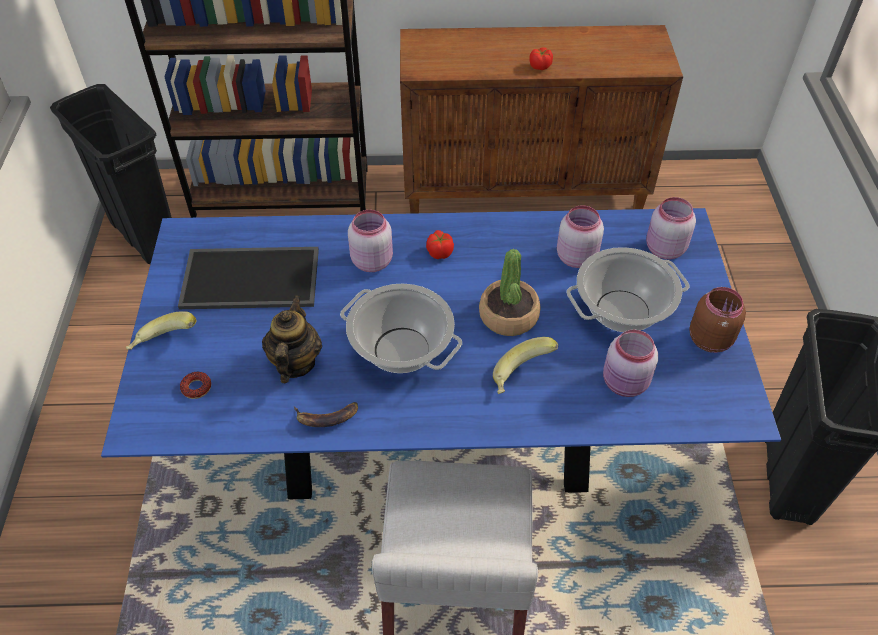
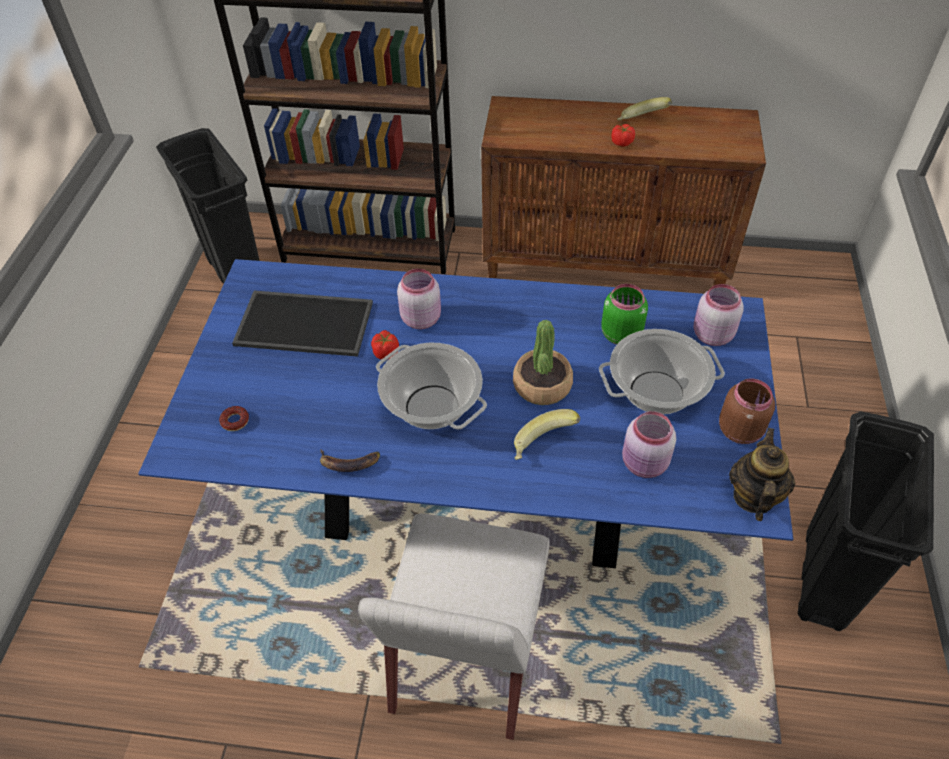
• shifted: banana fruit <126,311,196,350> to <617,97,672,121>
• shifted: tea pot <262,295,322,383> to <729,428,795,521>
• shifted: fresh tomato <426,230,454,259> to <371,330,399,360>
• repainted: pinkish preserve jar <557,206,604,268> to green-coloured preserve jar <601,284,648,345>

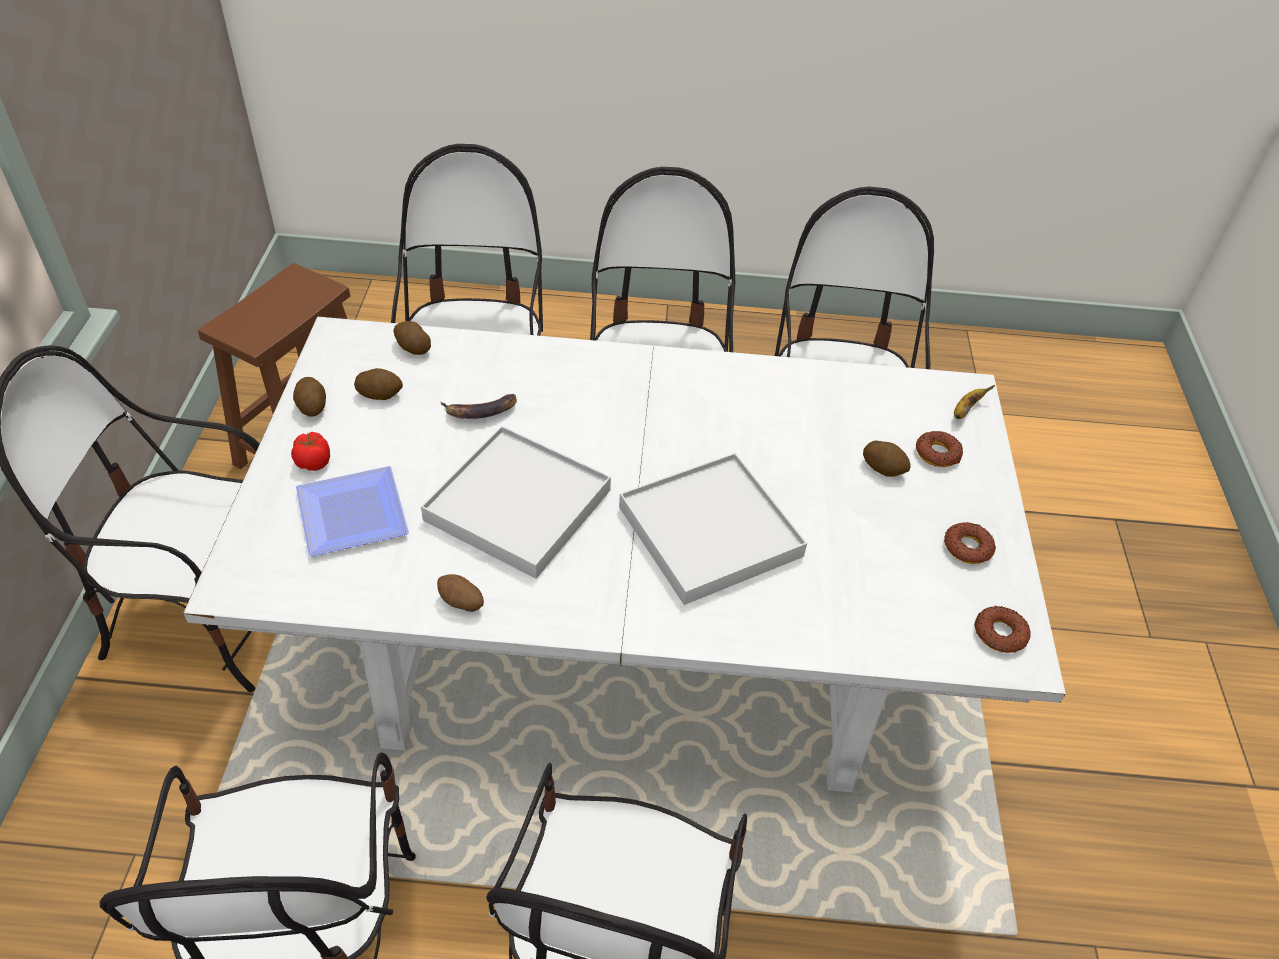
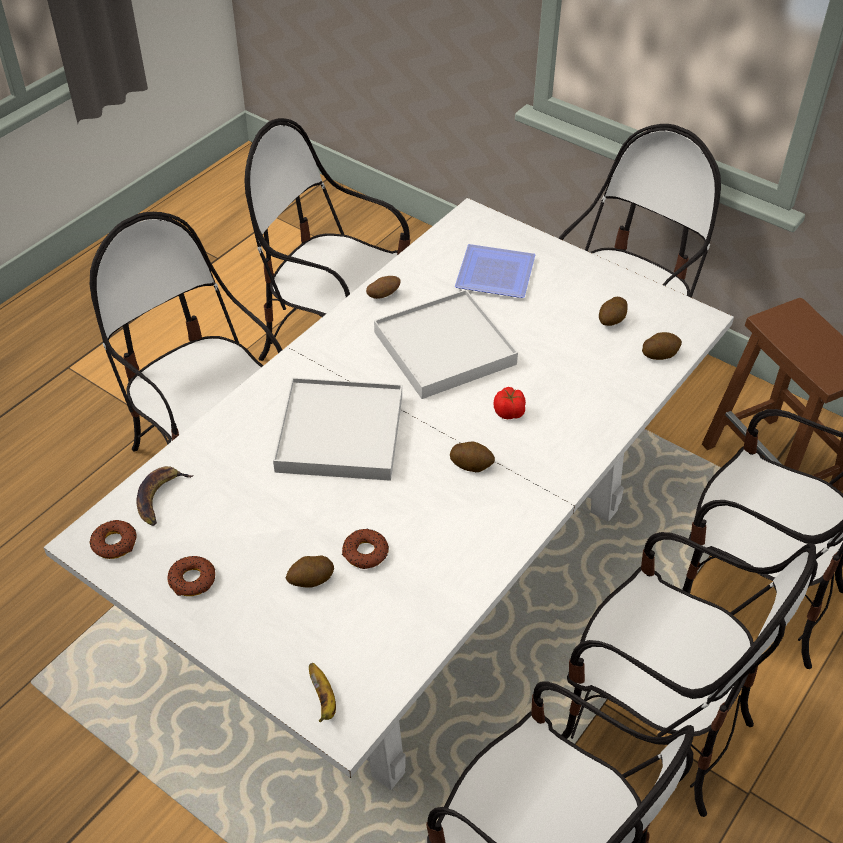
• shifted: fresh tomato <291,432,330,471> to <494,387,526,419>
• shifted: potato <293,377,326,417> to <450,442,495,472>
• shifted: banana fruit <441,394,517,419> to <136,466,194,526>
• shifted: donut <916,431,963,467> to <342,528,389,569>

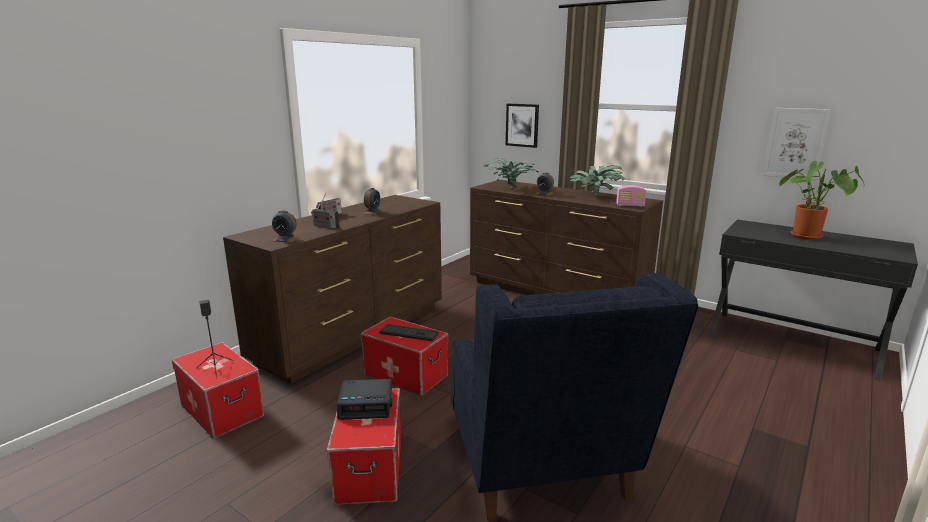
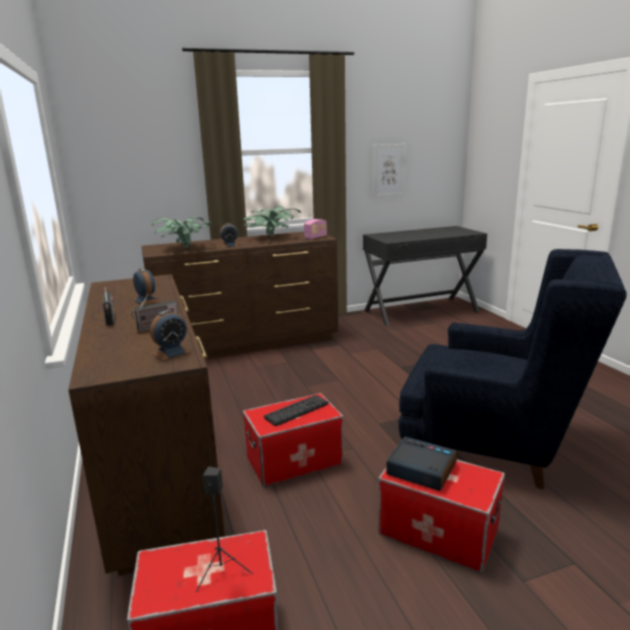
• gone: wall picture <506,104,539,148>
• gone: houseplant <779,161,864,240>
• rotated: table clock <337,379,392,420> = <386,437,456,491> 90 degrees counterclockwise

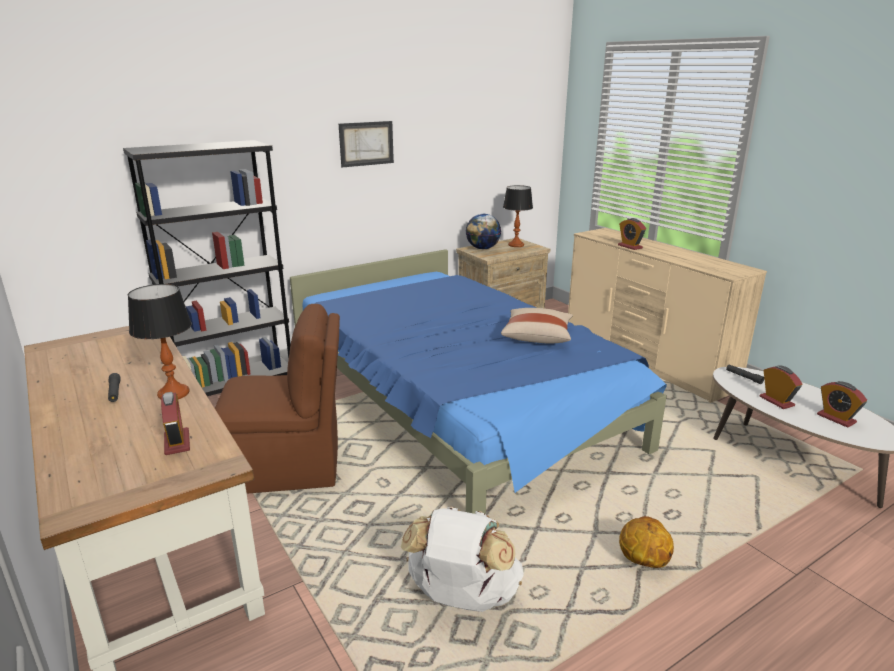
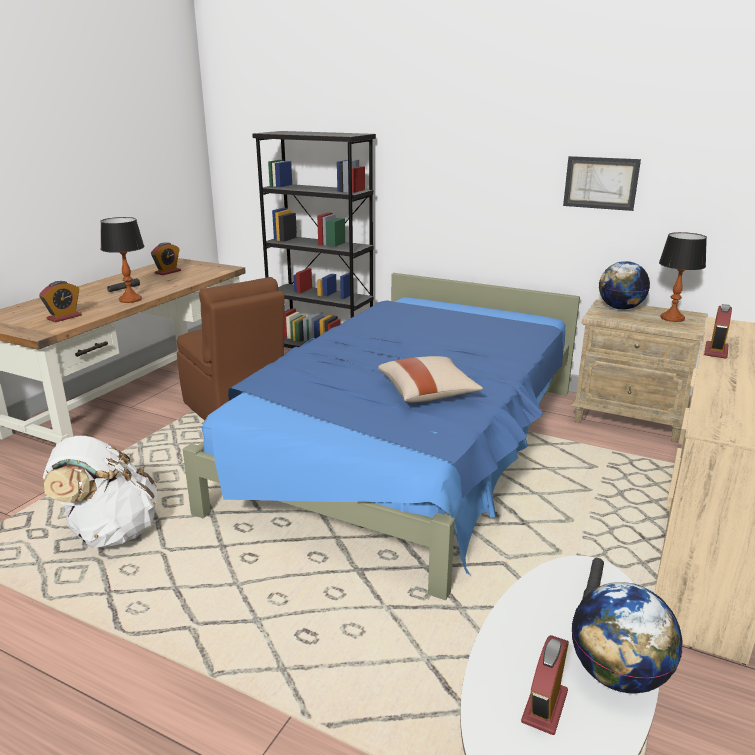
• gone: basketball ball <619,516,674,568>
• new: globe <572,582,683,693>
• shifted: wall picture <339,121,394,167> to <563,156,641,211>
• shifted: table clock <760,365,802,409> to <151,242,181,275>

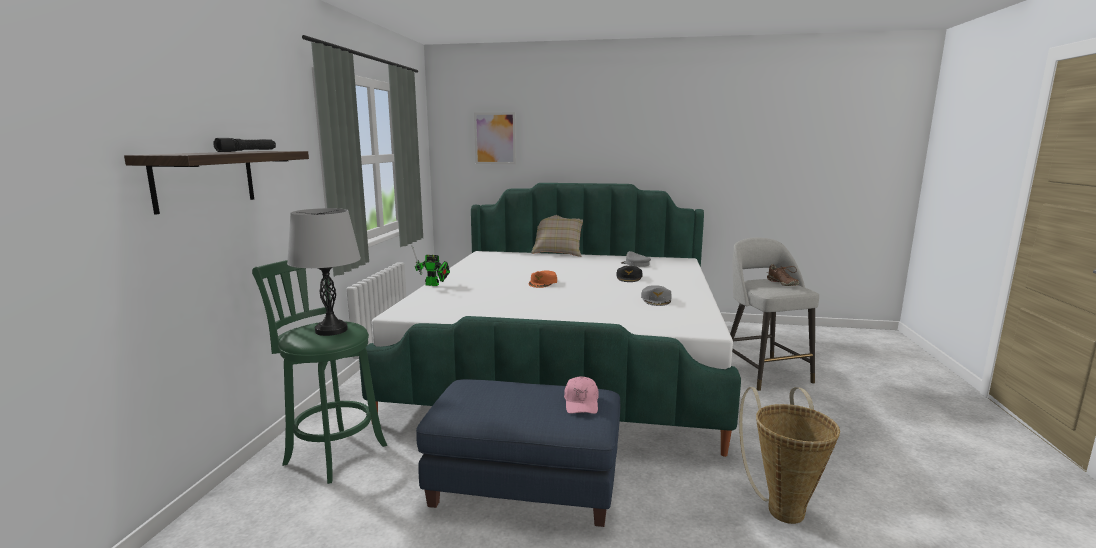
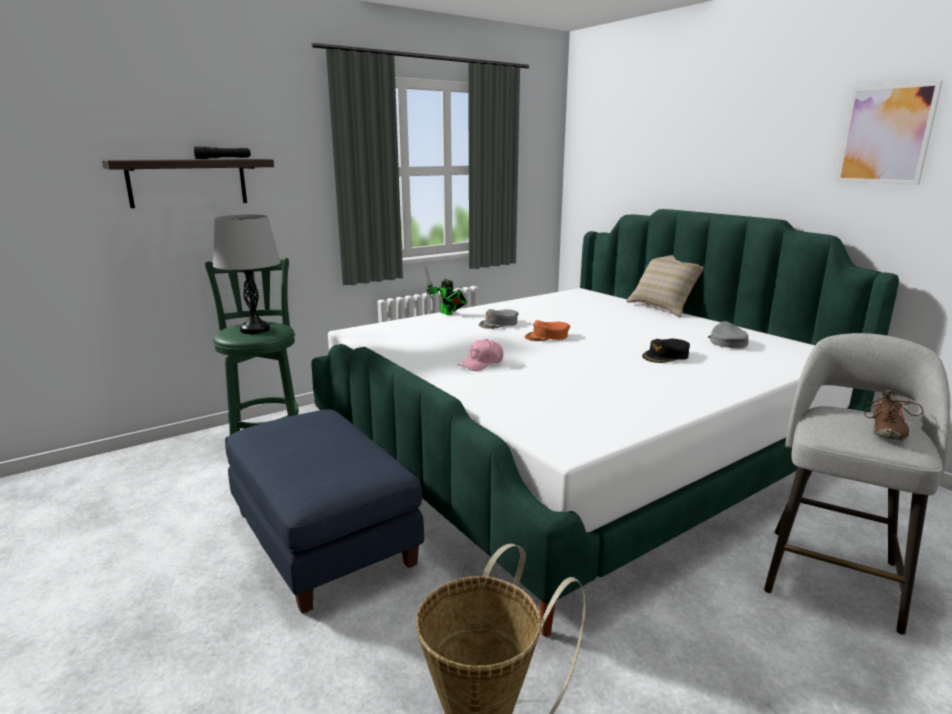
• shifted: wall picture <474,112,516,164> to <836,81,943,185>
• shifted: pinkish peaked cap <564,376,599,414> to <458,339,503,371>
• shifted: gray peaked cap <641,285,672,306> to <479,309,518,329>

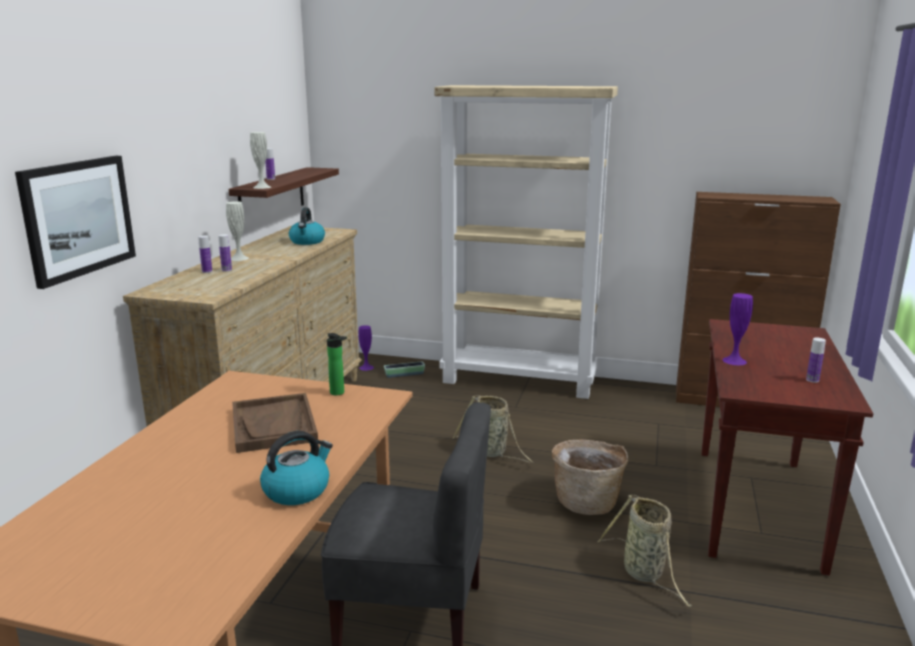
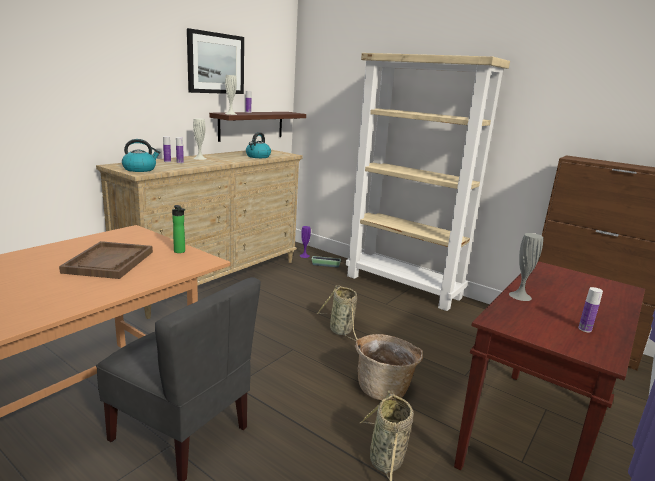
• shifted: wall picture <15,156,136,289> to <187,28,244,94>
• shifted: tea kettle <260,431,333,505> to <122,139,161,172>
• repainted: purplish decorative vase <723,293,753,365> to gray decorative vase <509,233,543,301>

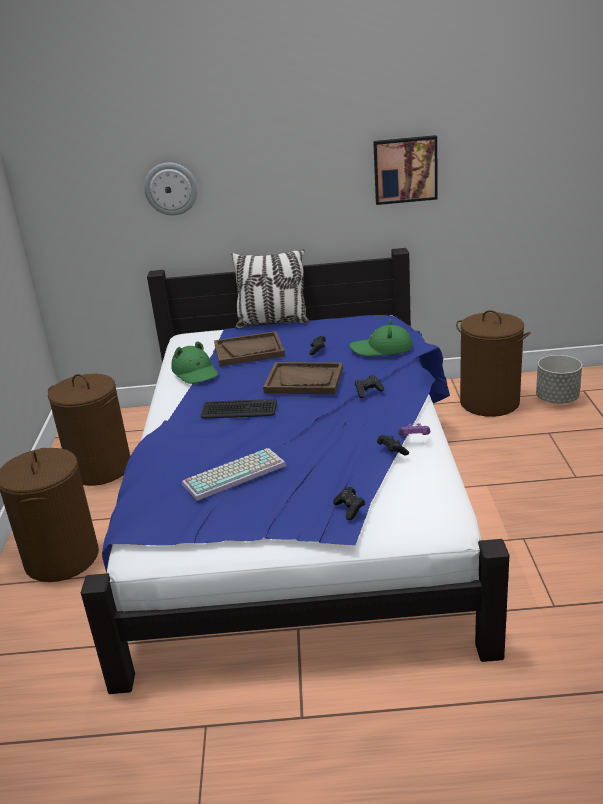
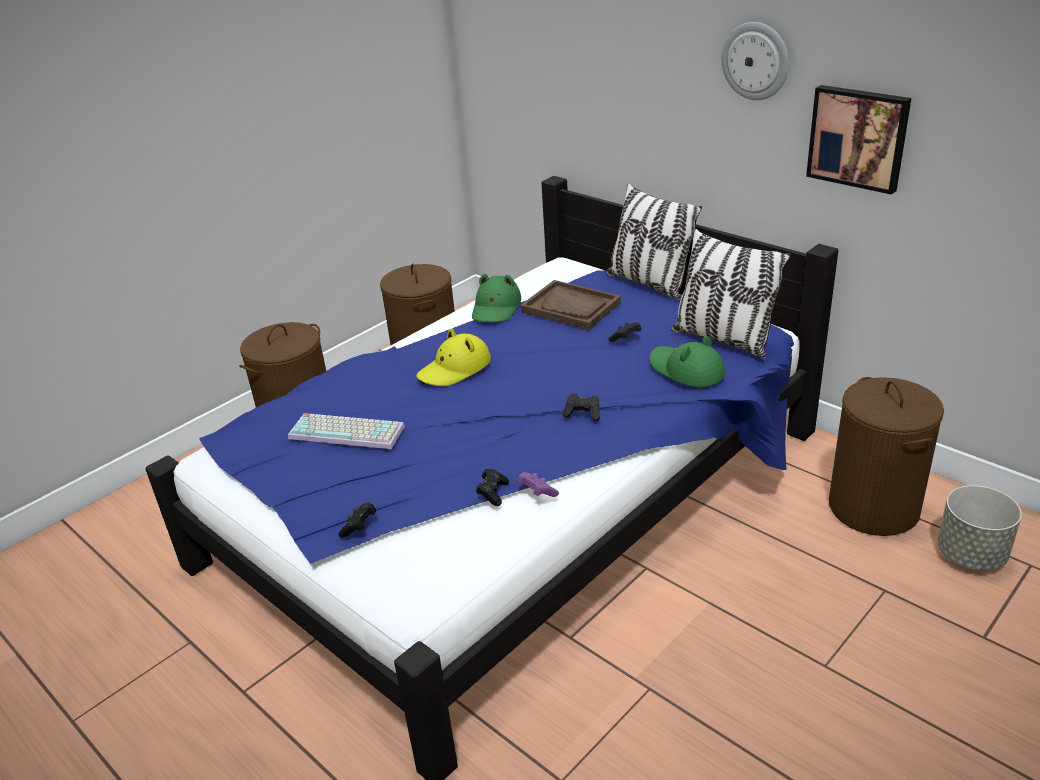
• gone: brown-coloured serving tray <263,362,343,394>
• new: throw pillow <671,229,791,358>
• shifted: clock on the wall <144,163,198,216> to <722,22,789,100>
• swapped: keyboard <201,399,277,419> to yellow wearable hat <417,328,491,386>

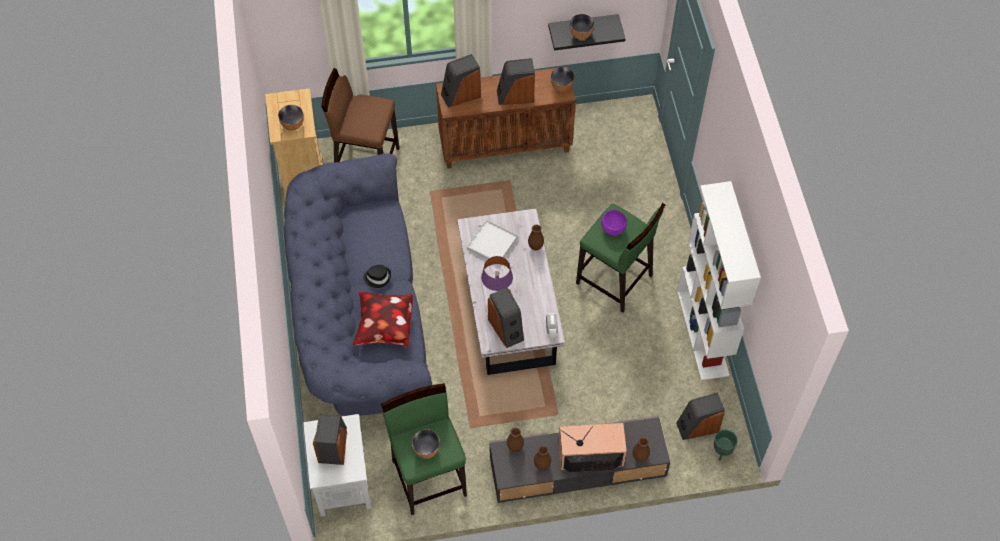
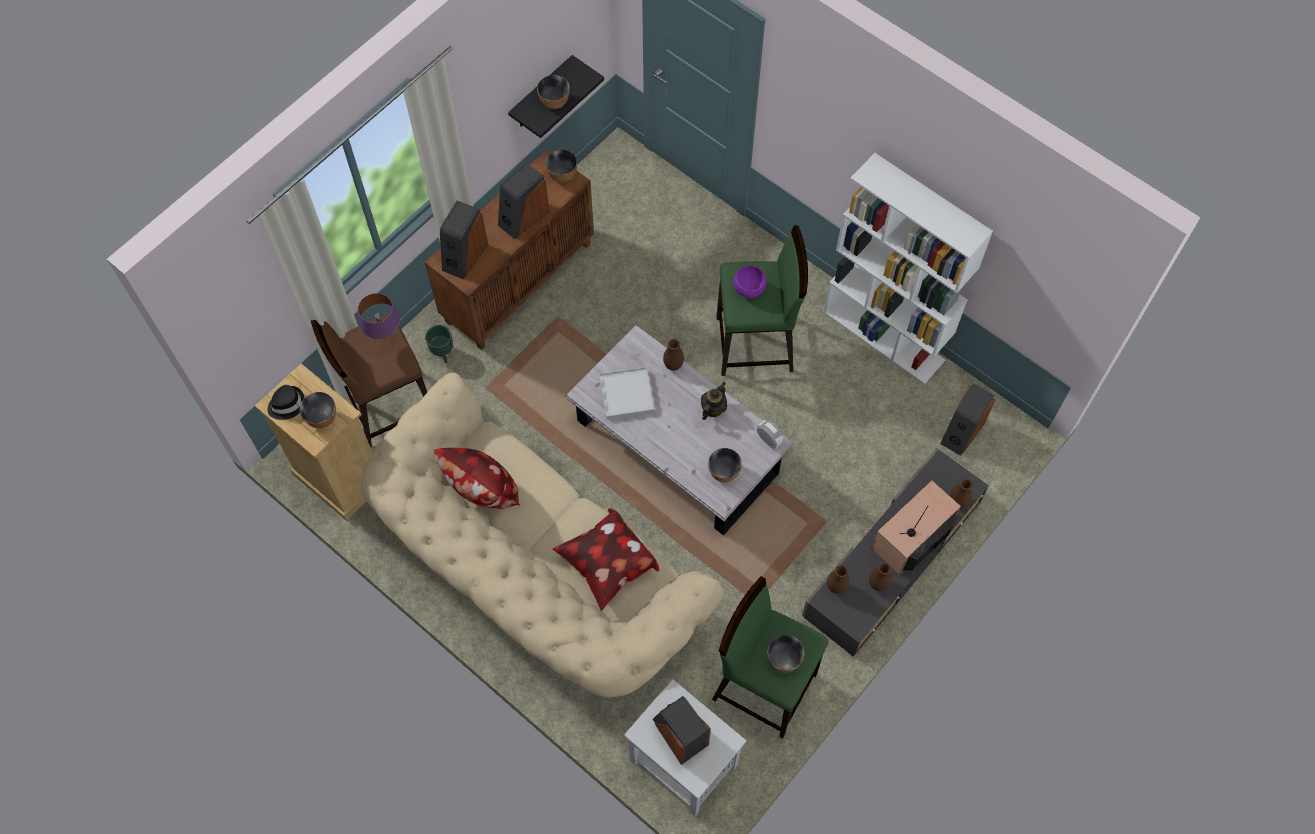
• new: throw pillow <434,448,519,509>
• new: tea pot <701,381,727,420>
• shifted: blackish wearable hat <363,265,391,288> to <268,385,304,420>
• shifted: purplish lamp for a table <481,256,513,291> to <358,293,400,339>
• shifted: green-coloured flower pot <714,430,737,461> to <425,325,453,363>
• swapped: loudspeaker <488,287,524,348> to deep dish <708,448,742,483>
• repainted: bluish sofa <284,153,432,416> to sand-coloured sofa <361,373,724,698>

